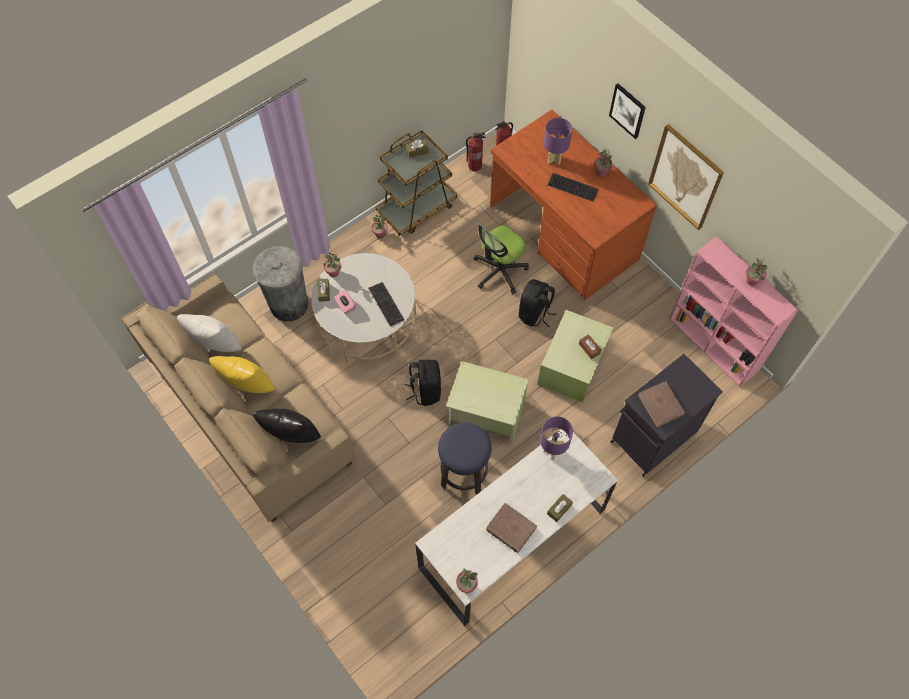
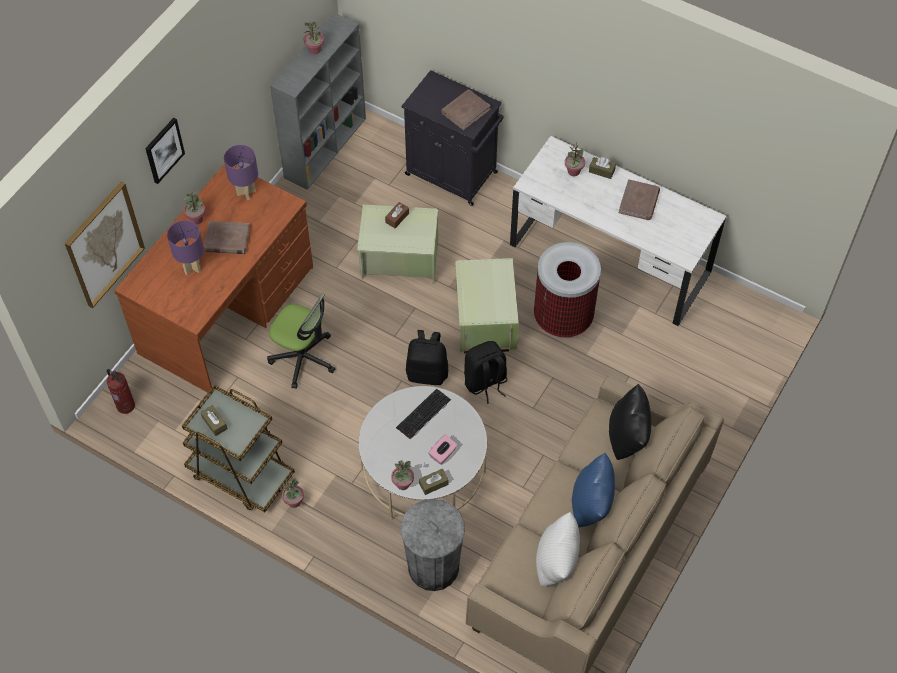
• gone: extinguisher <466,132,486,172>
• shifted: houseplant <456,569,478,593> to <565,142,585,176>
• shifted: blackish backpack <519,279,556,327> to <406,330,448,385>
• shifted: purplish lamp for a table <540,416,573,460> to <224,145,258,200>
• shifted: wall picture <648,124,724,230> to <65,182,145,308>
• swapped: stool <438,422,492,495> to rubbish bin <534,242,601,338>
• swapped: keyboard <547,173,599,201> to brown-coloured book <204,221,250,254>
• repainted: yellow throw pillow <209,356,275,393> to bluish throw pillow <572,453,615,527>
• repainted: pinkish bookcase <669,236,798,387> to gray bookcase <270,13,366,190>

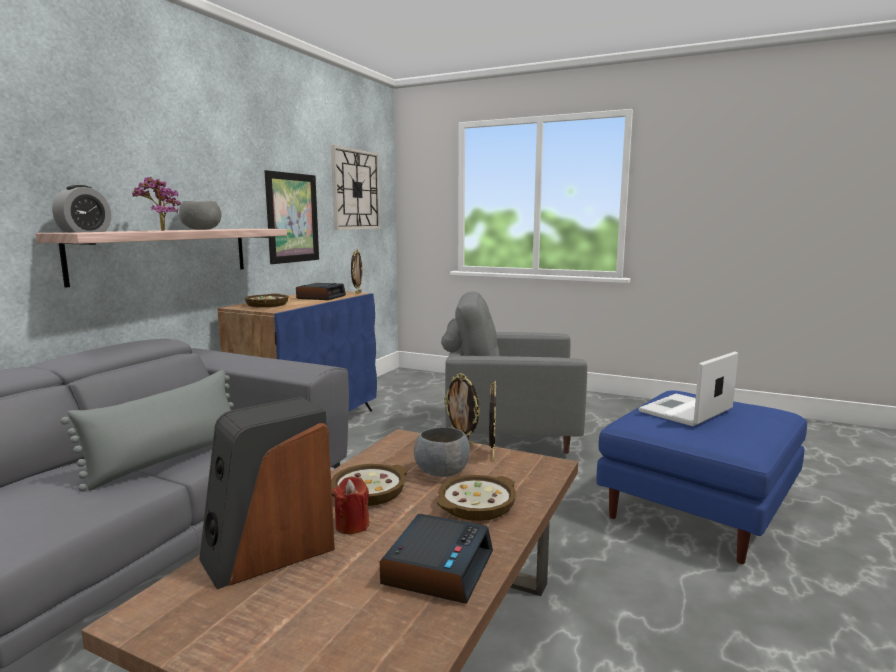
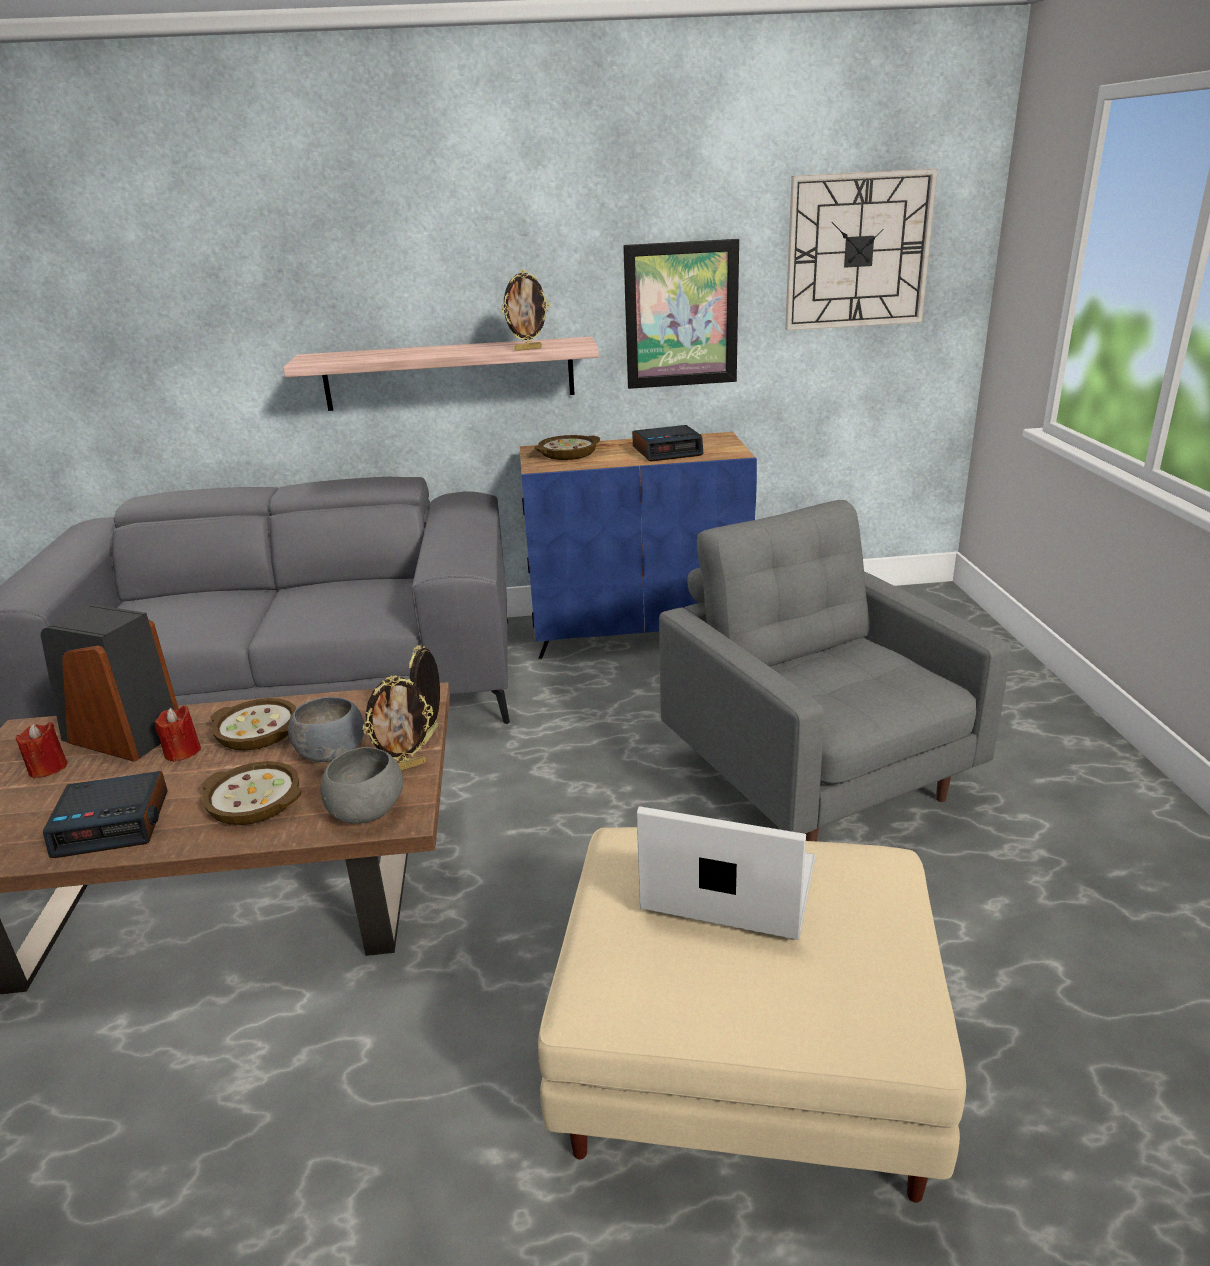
• gone: table clock <52,185,111,232>
• gone: gray throw pillow <60,370,234,492>
• gone: houseplant <132,177,181,231>
• new: red wax light <16,722,67,779>
• shifted: gray deep dish <179,201,222,230> to <320,747,403,824>
• shifted: photo frame <351,249,363,295> to <501,270,550,351>
• repainted: bluish pouffe <596,390,807,564> to sand-coloured pouffe <538,827,966,1203>

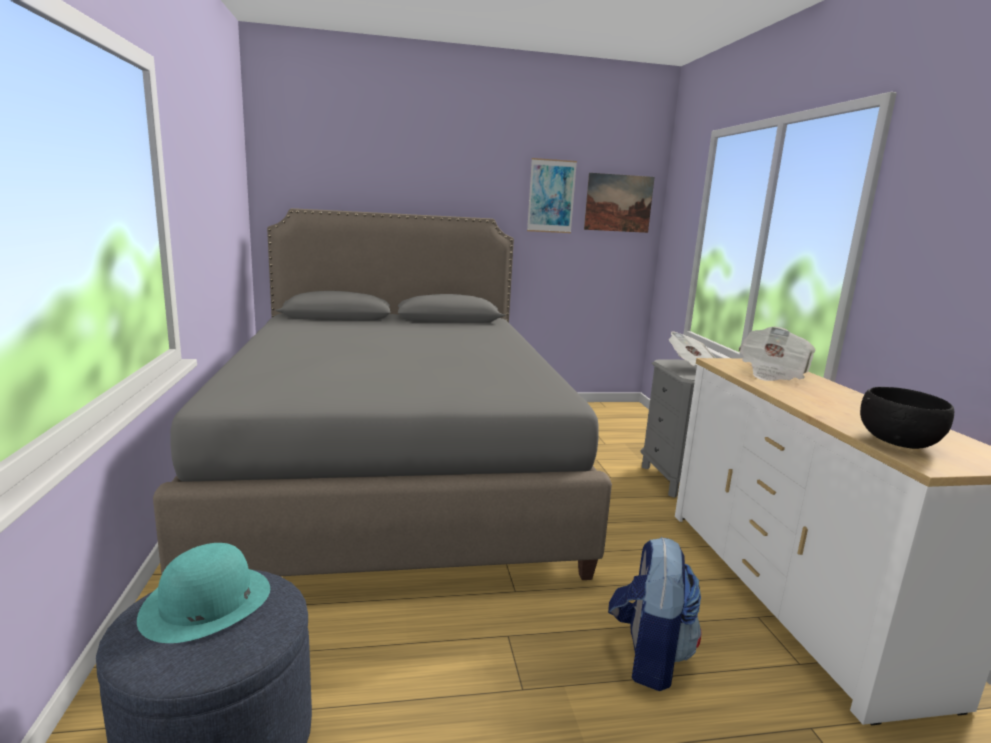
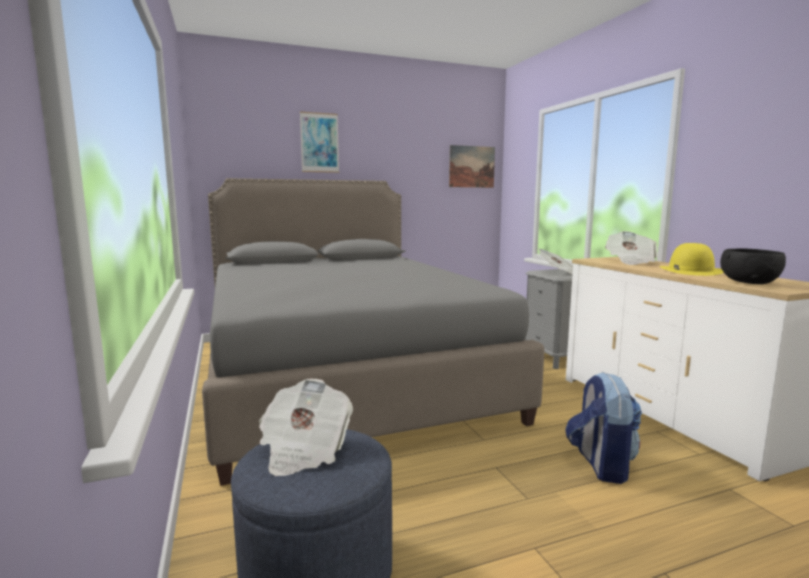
• new: yellow wearable hat <659,243,724,276>
• shifted: wall picture <527,158,577,233> to <300,112,339,173>
• swapped: turquoise-coloured wearable hat <137,543,270,643> to newspaper <258,379,353,476>

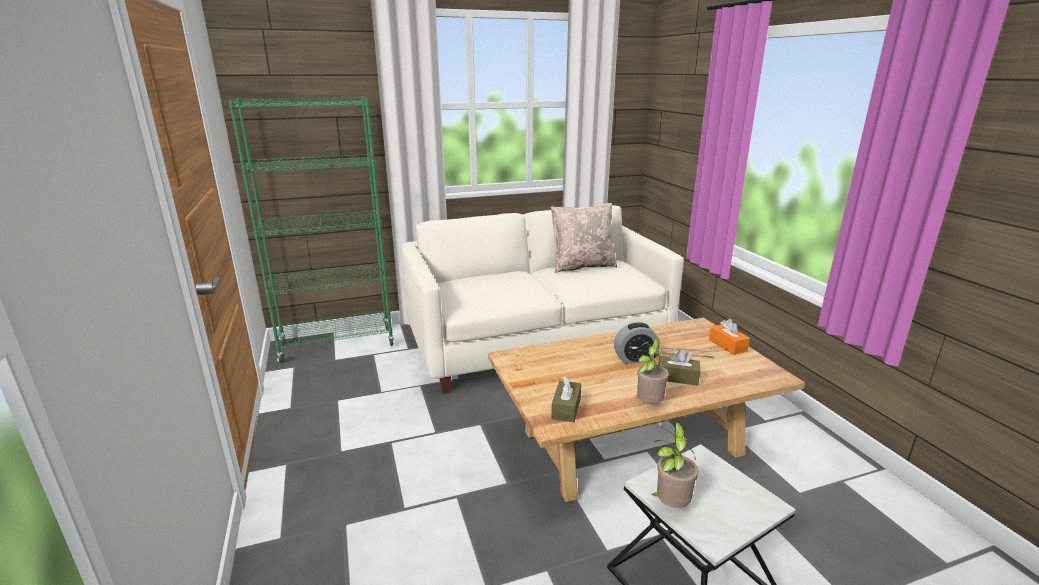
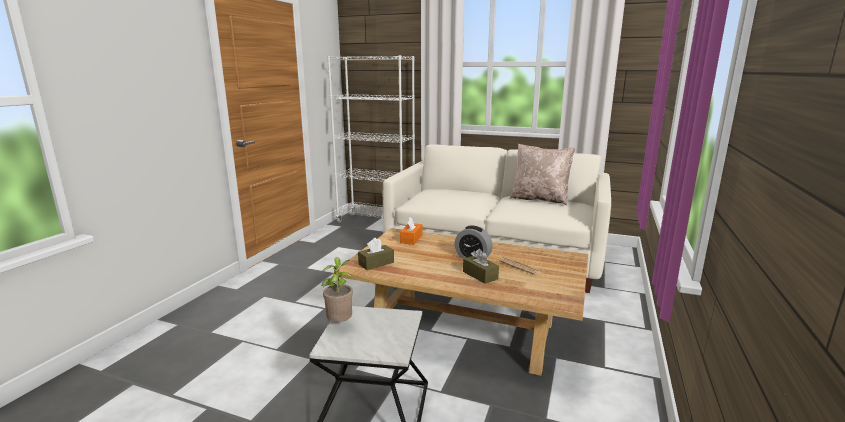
• gone: houseplant <635,338,669,403>
• shifted: orangey tissue box <709,319,750,355> to <400,216,423,245>
• repainted: green-coloured bookcase <229,96,395,363> to white-coloured bookcase <327,55,415,223>

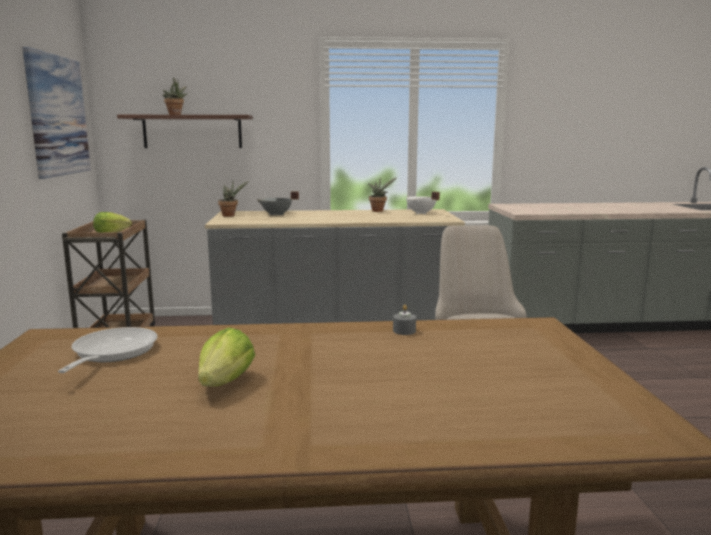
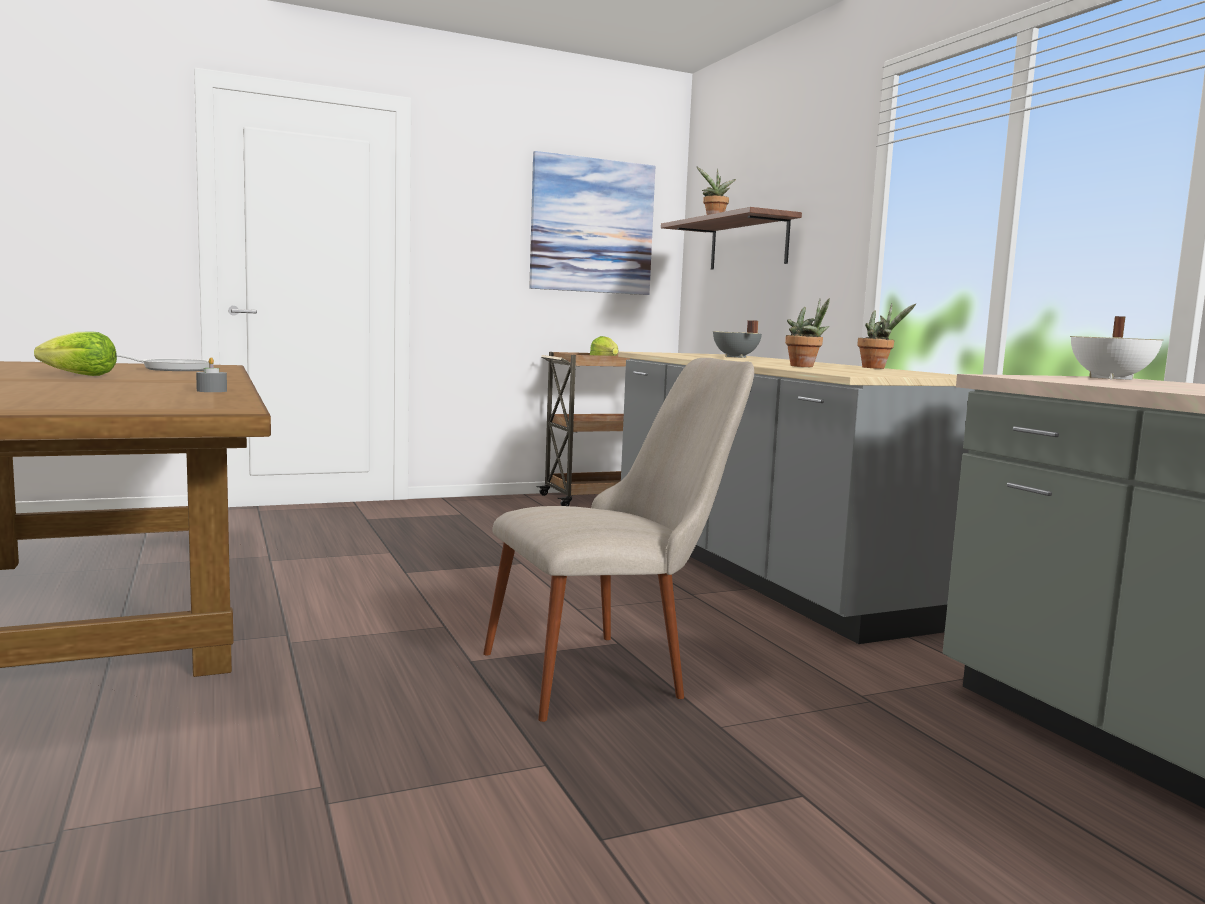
• shifted: houseplant <218,181,249,217> to <785,298,830,367>
• shifted: white-coloured cooking pot <406,192,440,214> to <1070,316,1162,380>

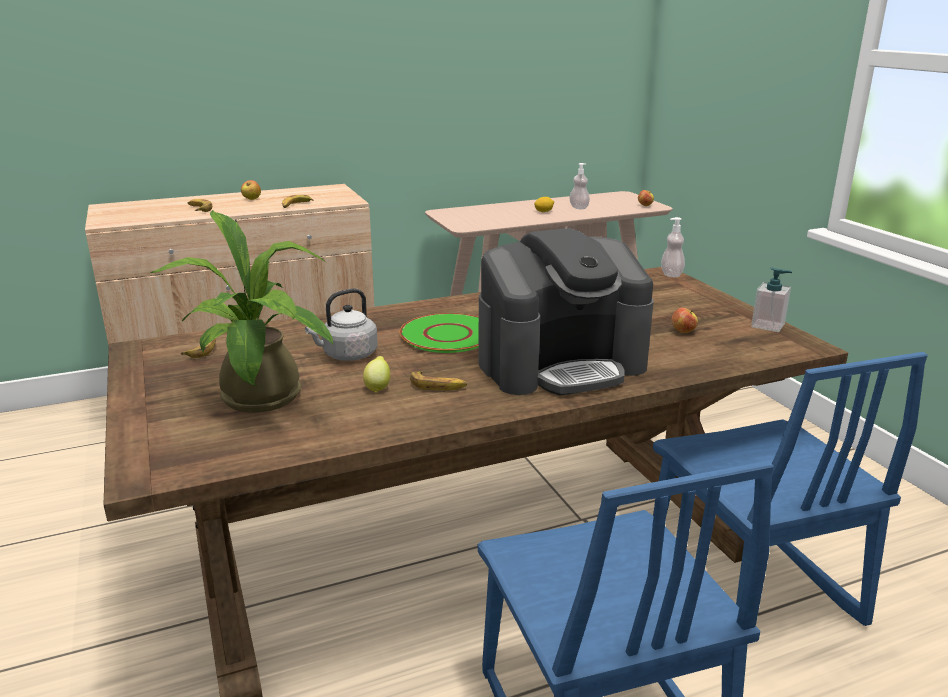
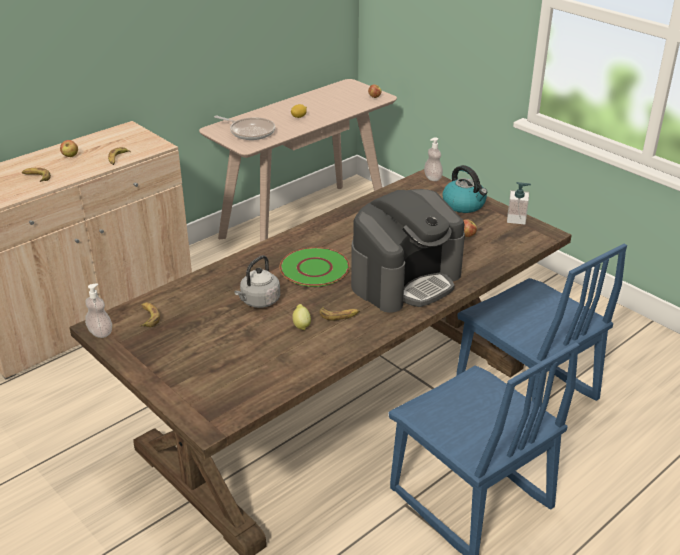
• gone: houseplant <150,210,333,413>
• new: pan <214,116,275,140>
• new: tea kettle <442,165,488,213>
• shifted: soap dispenser <569,163,590,209> to <85,284,112,338>

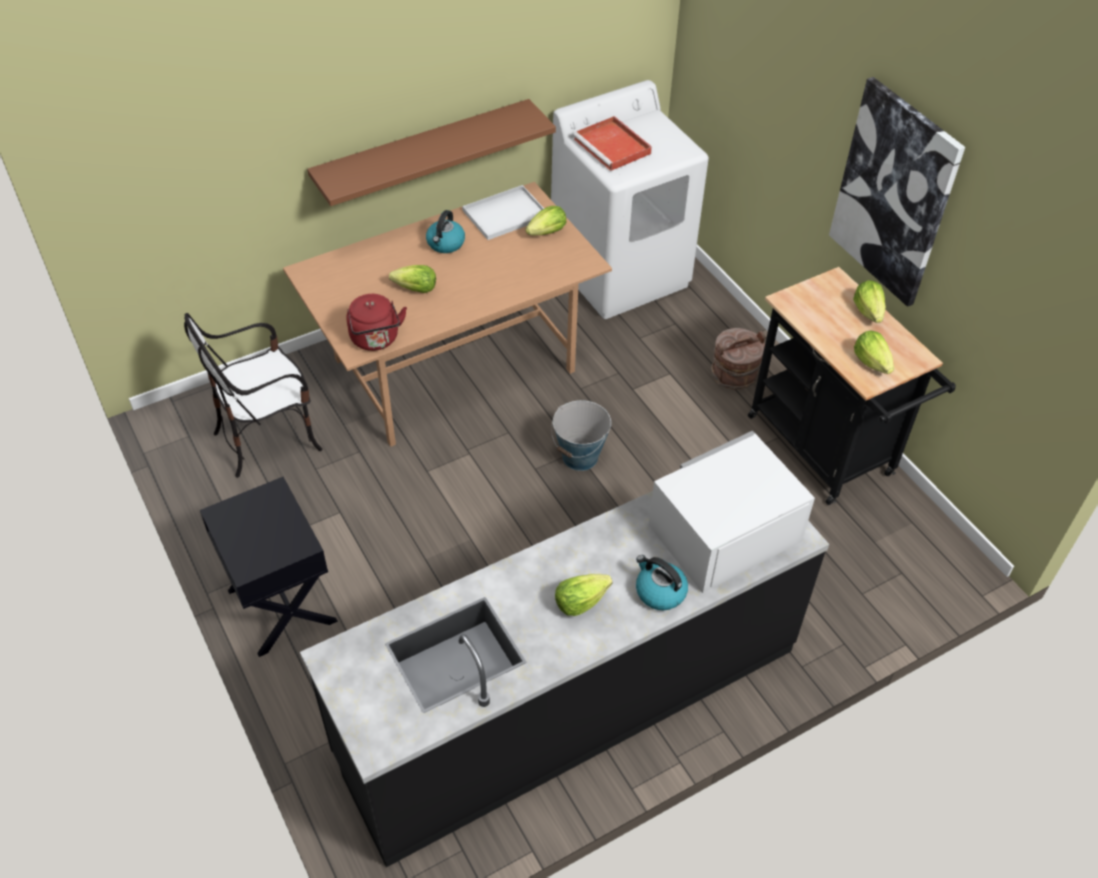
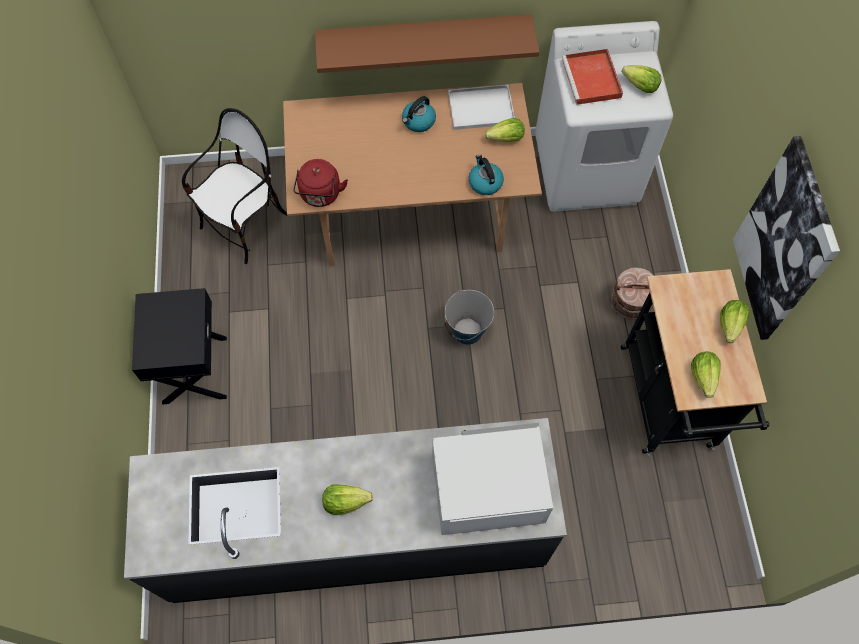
• shifted: lettuce <389,265,436,293> to <622,65,661,93>
• shifted: tea kettle <636,555,688,610> to <469,154,504,195>
• rotated: upright chair <184,313,323,478> = <182,108,287,264> 135 degrees clockwise

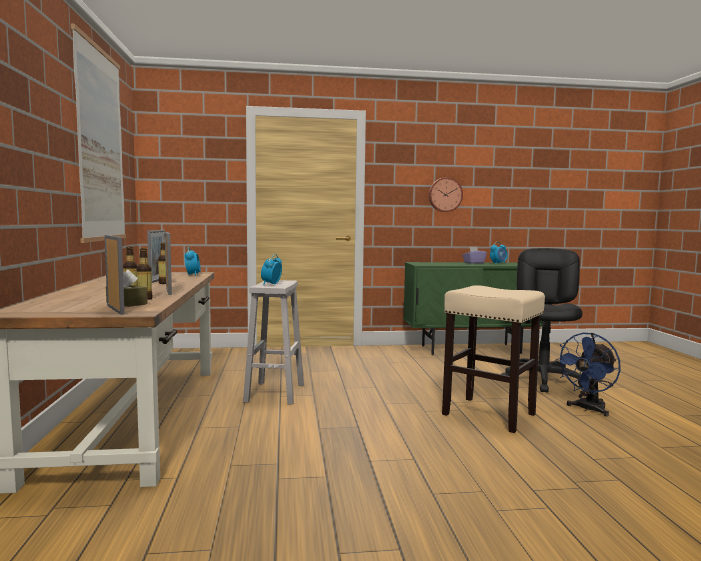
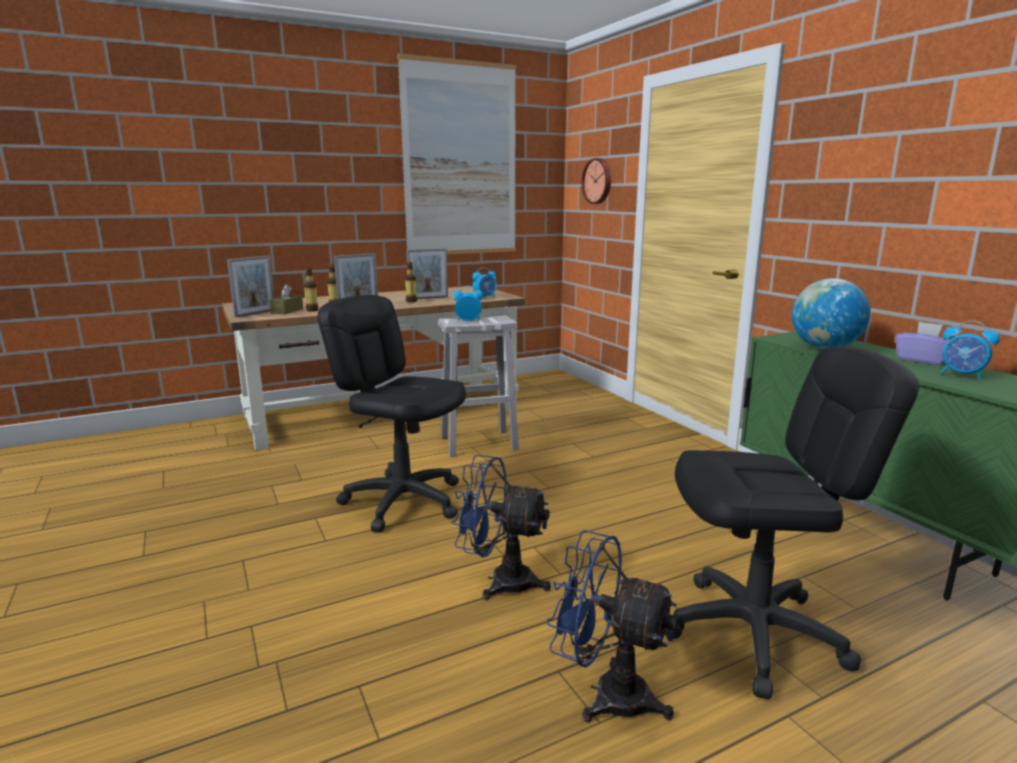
• new: blackish office chair <318,295,466,532>
• new: globe <792,278,871,349>
• shifted: clock on the wall <429,177,463,212> to <582,158,611,204>
• swapped: sand-coloured stool <442,285,545,433> to bluish fan <451,455,551,600>

